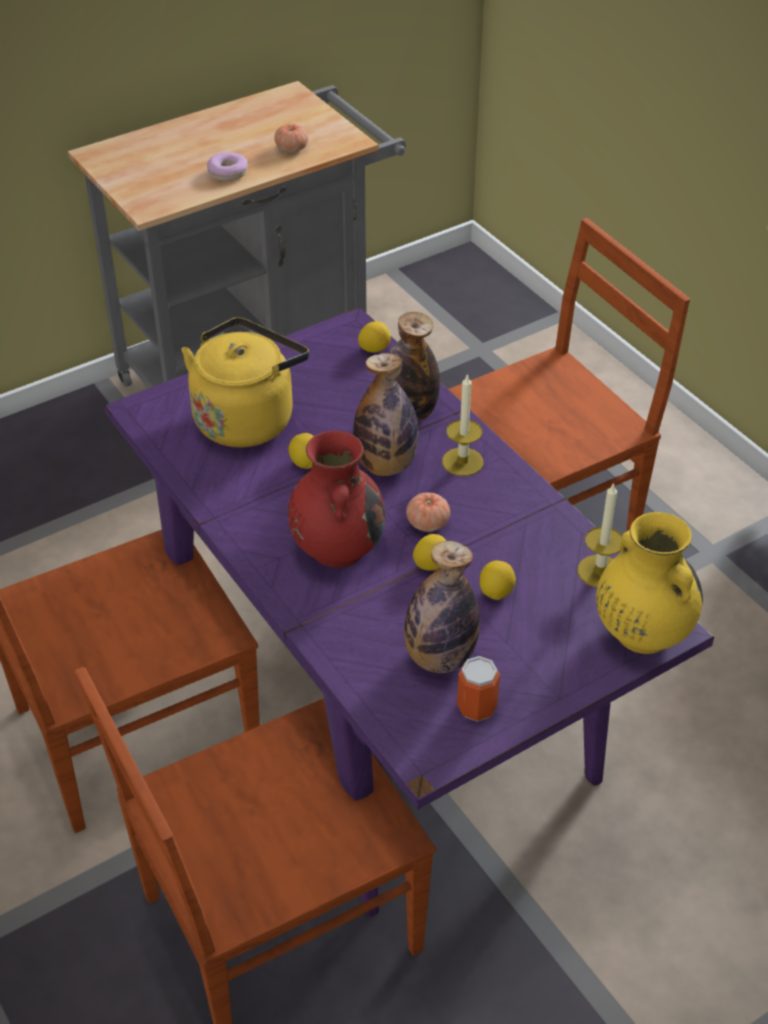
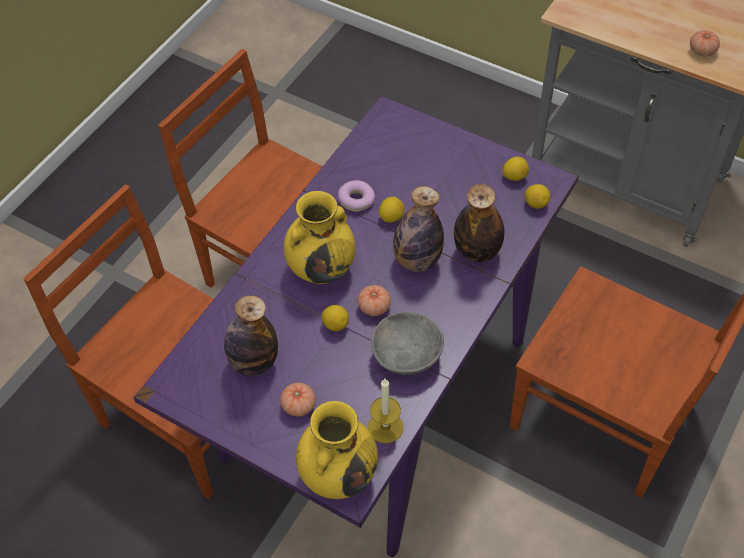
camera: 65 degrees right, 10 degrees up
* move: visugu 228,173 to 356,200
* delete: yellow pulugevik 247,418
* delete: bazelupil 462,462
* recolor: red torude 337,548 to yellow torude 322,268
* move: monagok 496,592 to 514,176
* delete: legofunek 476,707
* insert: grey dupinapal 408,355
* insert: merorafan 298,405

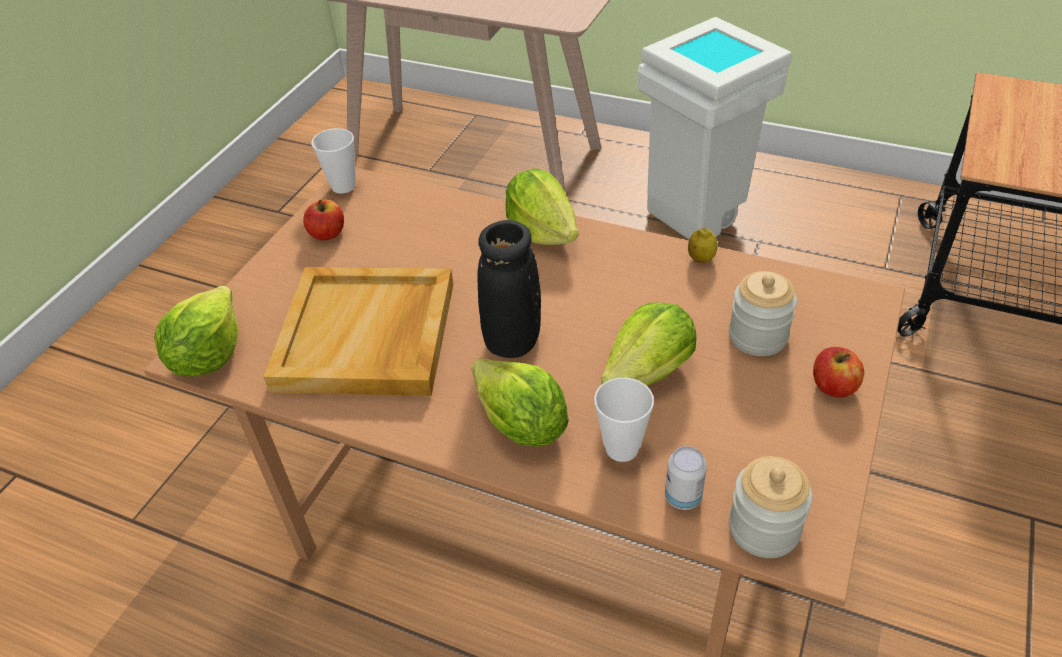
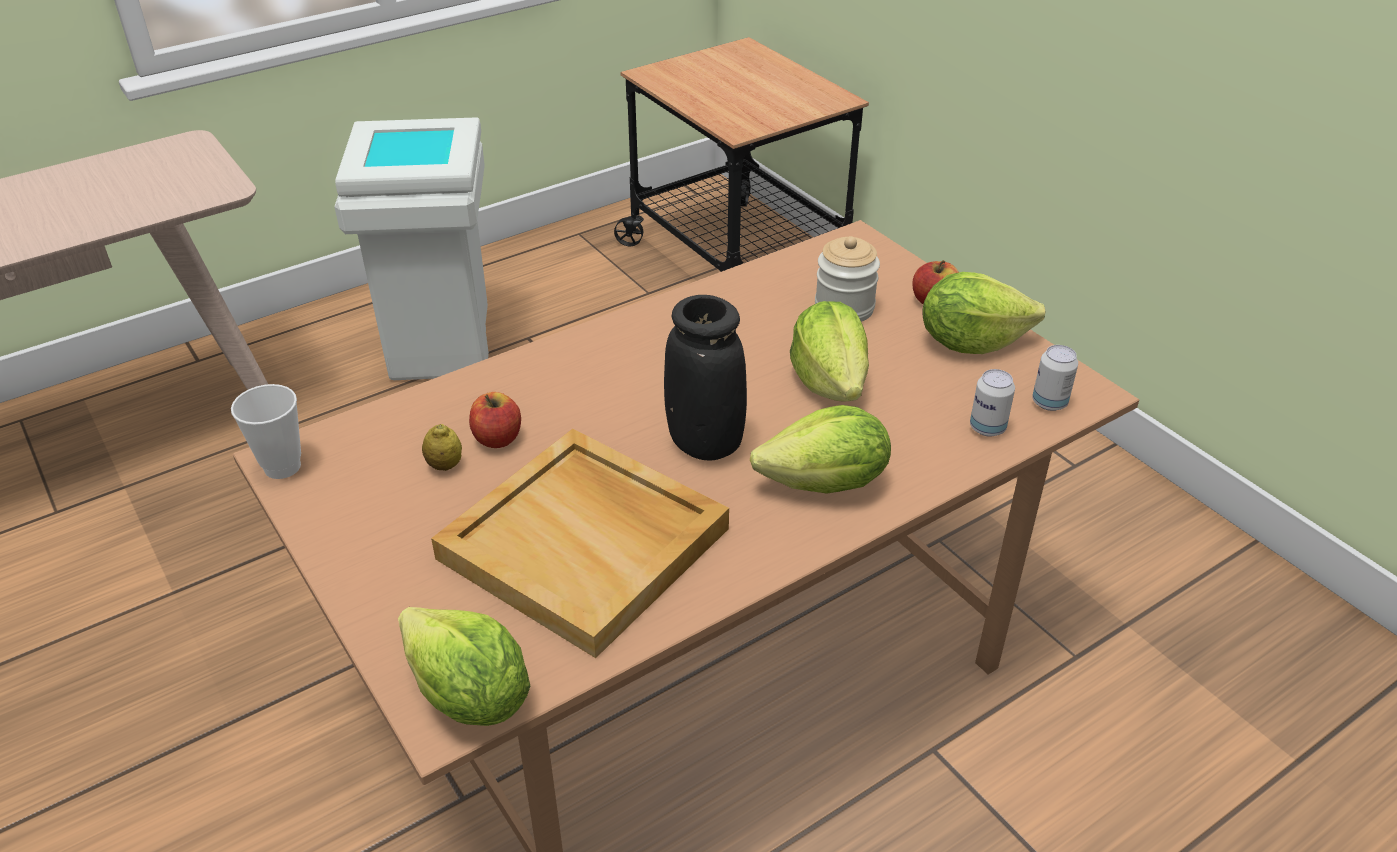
camera: 60 degrees left, 5 degrees down
* move: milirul 542,231 to 970,342
* move: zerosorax 327,234 to 497,438
* move: monagok 701,259 to 444,465
* delete: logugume 622,448
* replace: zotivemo 764,528 to legofunek 1049,403

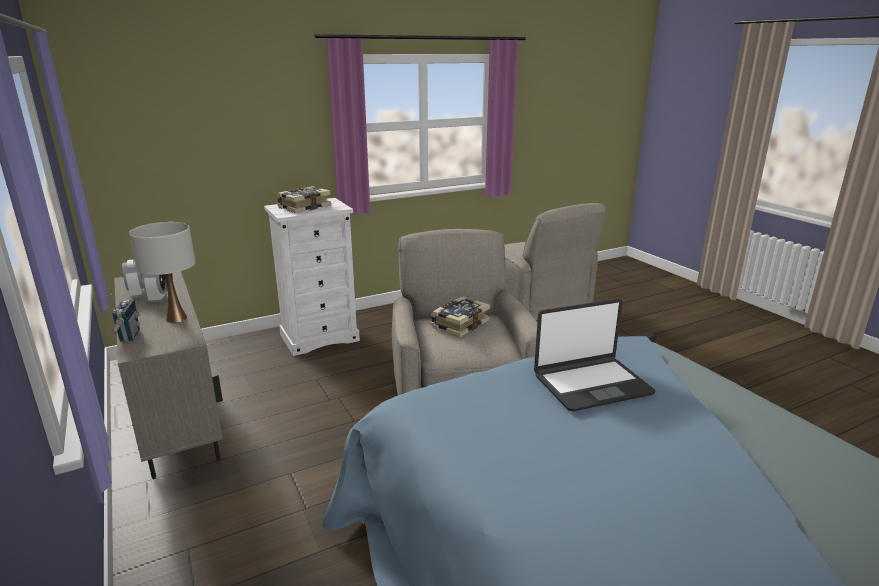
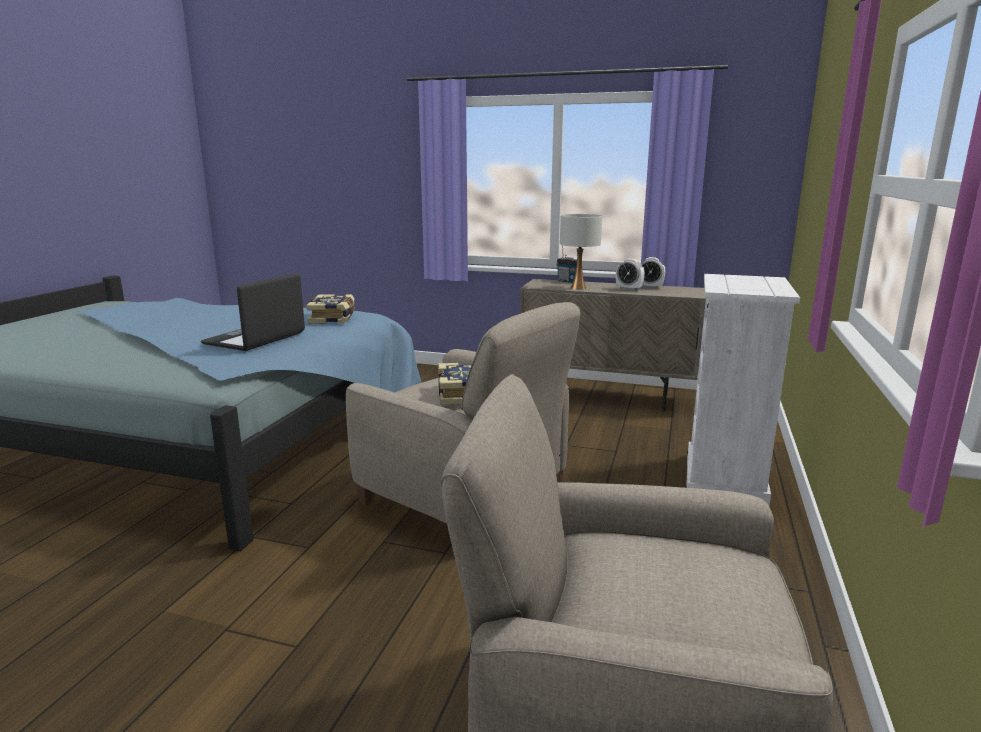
camera: 135 degrees right, 5 degrees down
* move: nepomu 304,207 to 333,318

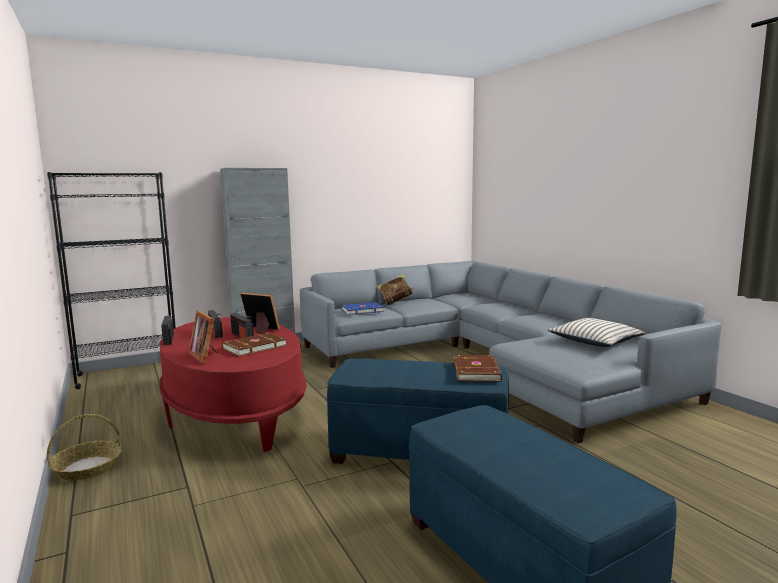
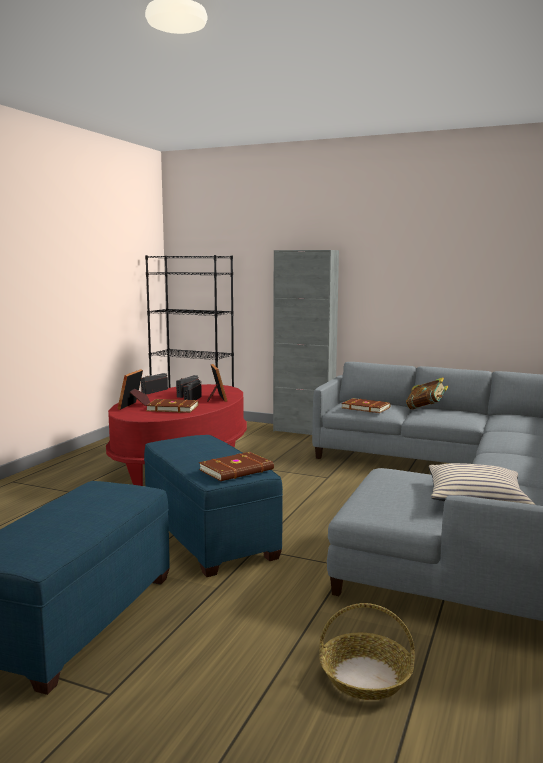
camera: 50 degrees right, 0 degrees up
* recolor: blue nepomu 362,310 to brown nepomu 366,408
* move: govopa 87,468 to 365,677

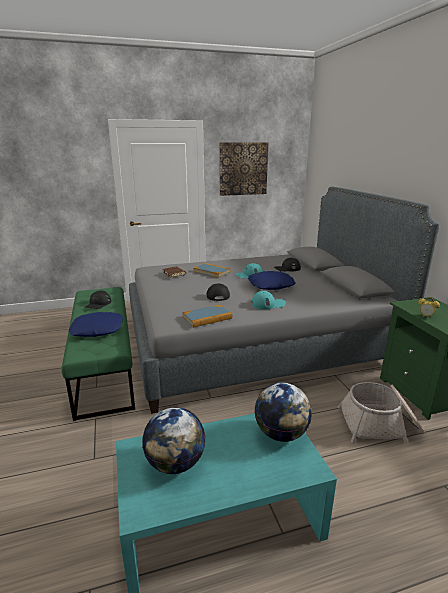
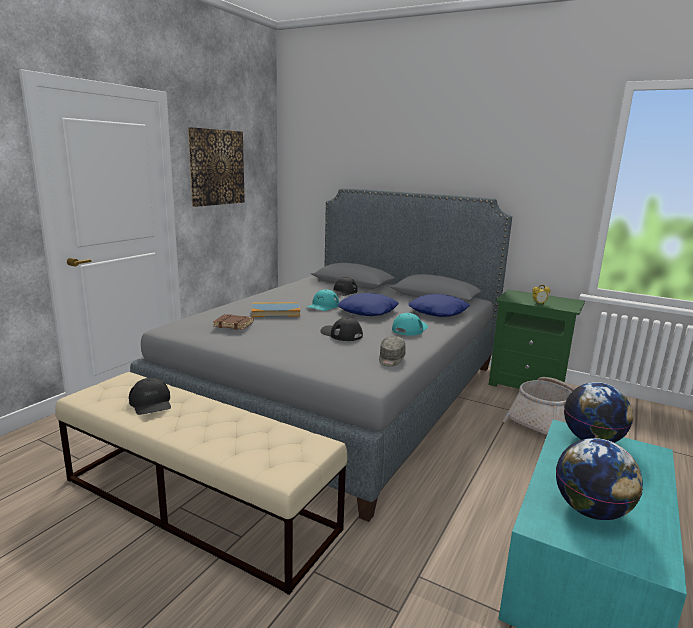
camera: 45 degrees left, 5 degrees down
* recolor: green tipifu 104,364 to beige tipifu 198,504
* replace: nepomu 207,318 to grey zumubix 391,359
* move: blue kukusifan 97,330 to 439,312

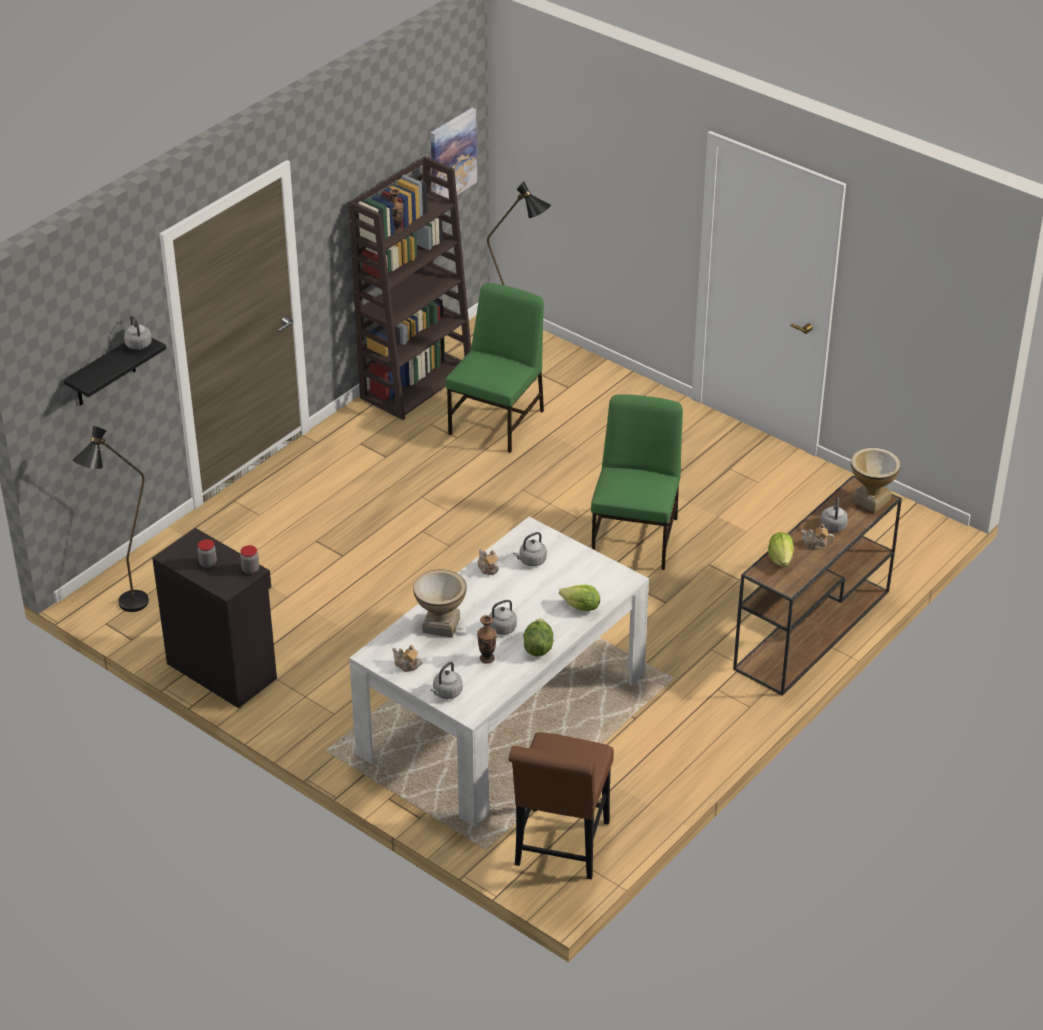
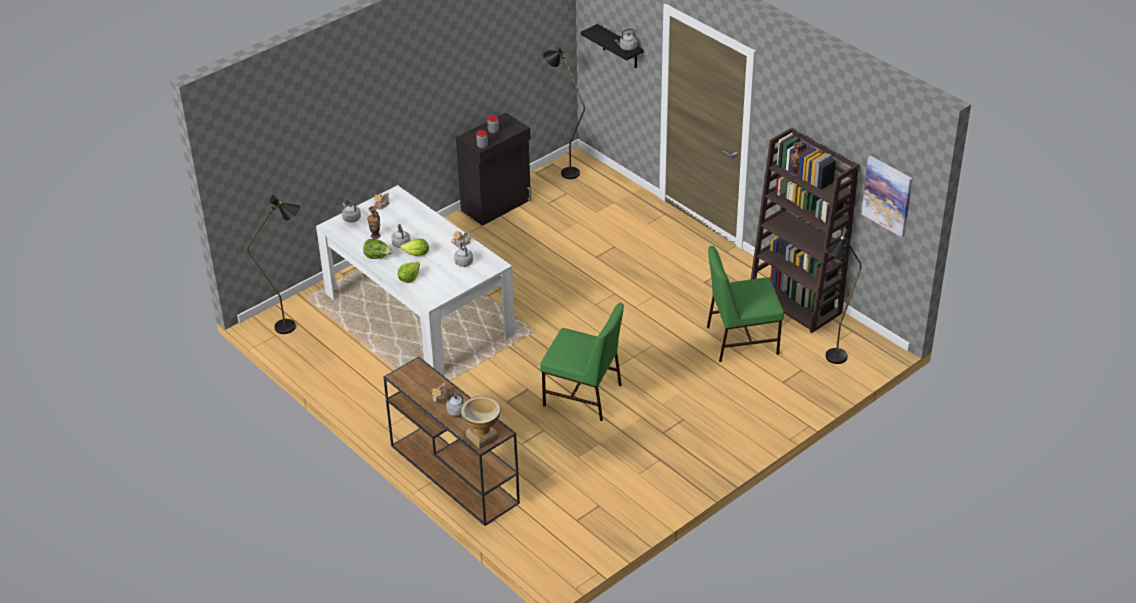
camera: 100 degrees right, 0 degrees up
* rotate: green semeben 498,421 = 740,340 135 degrees clockwise
* move: milirul 781,559 to 417,254
* delete: torude 441,625
* replace: brown semeben 560,849 to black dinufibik 293,326

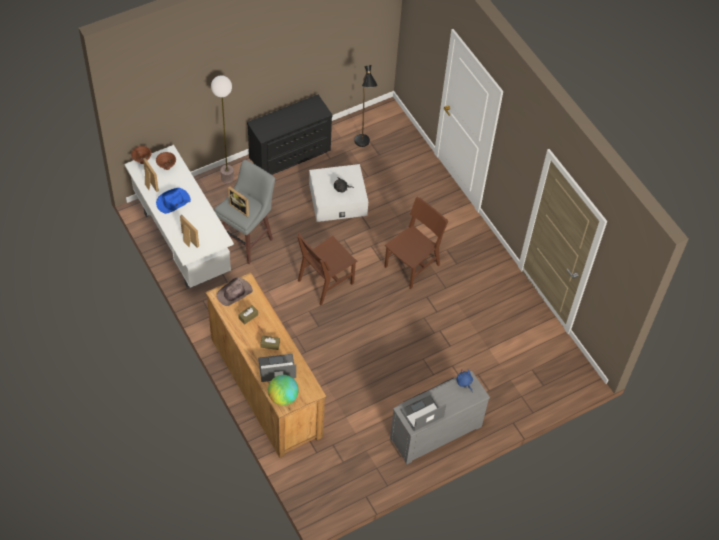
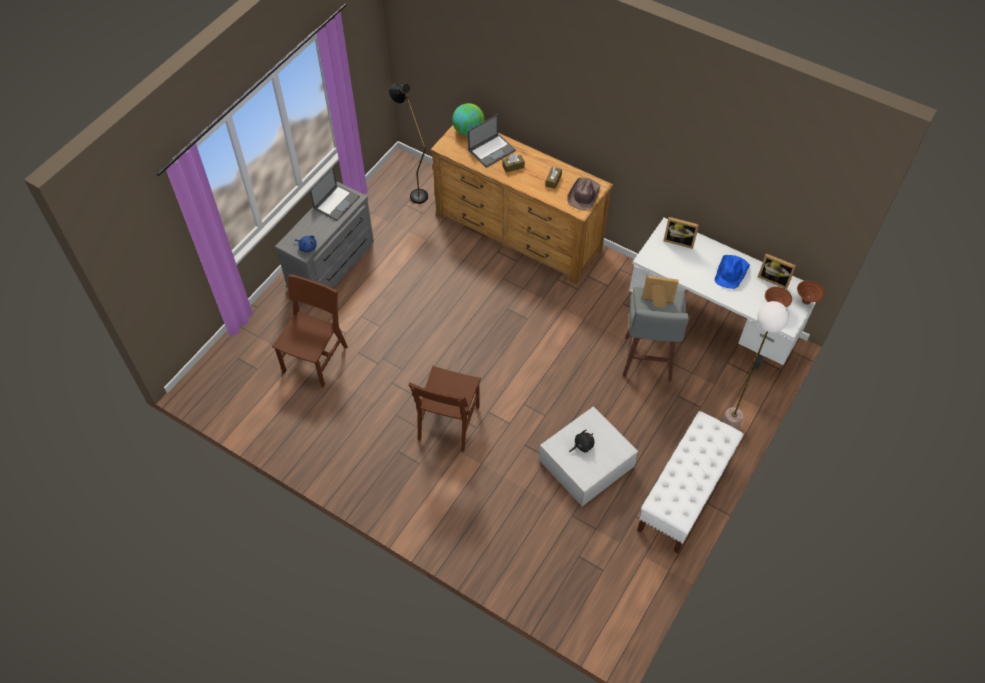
camera: 155 degrees right, 0 degrees up
* move: black dinufibik 363,145 to 414,192
* replace: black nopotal 291,155 to white tipifu 684,494
* move: brown semeben 325,282 to 315,359

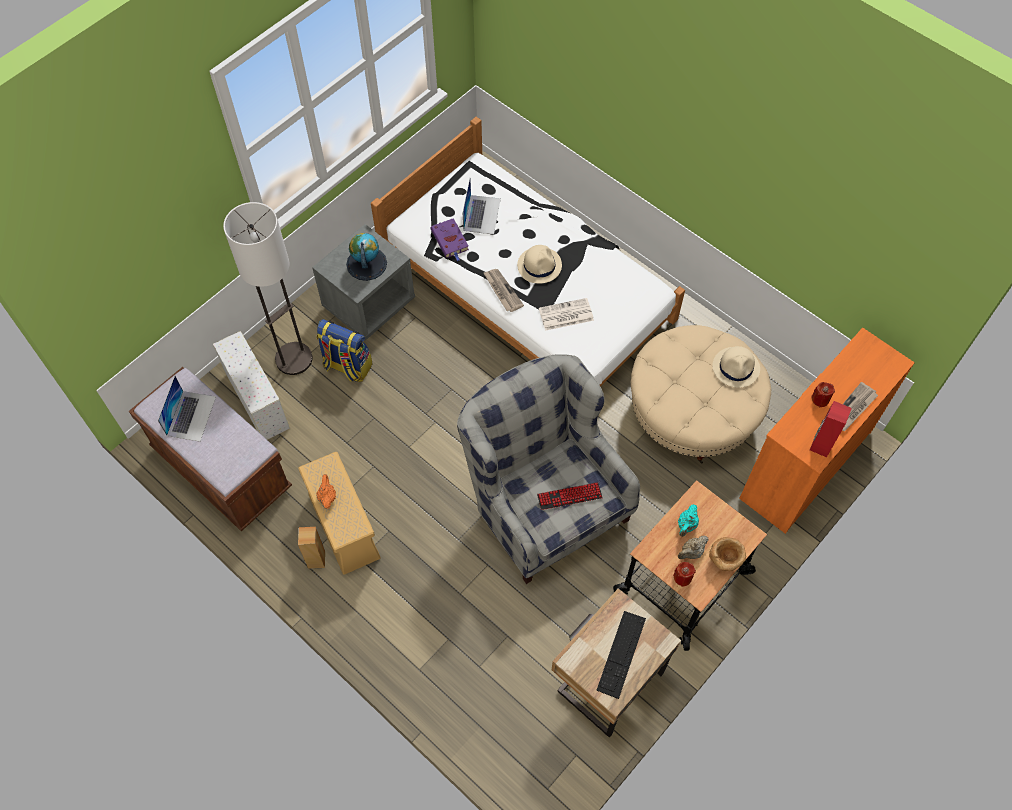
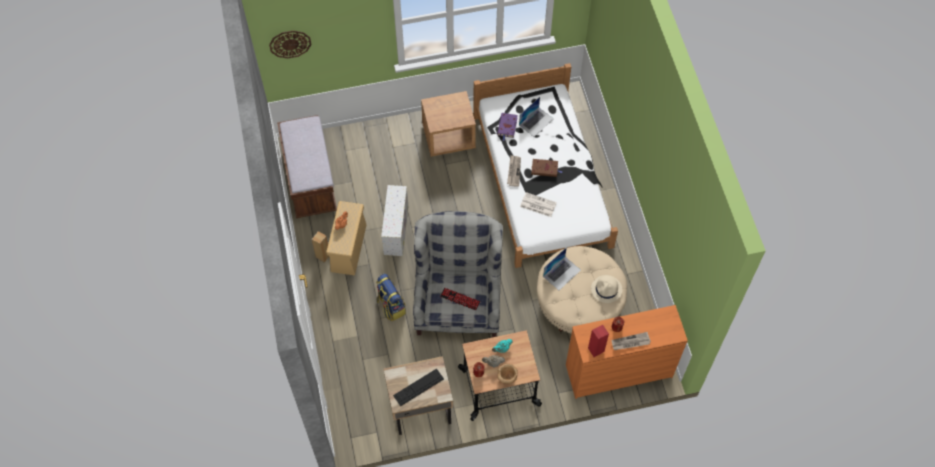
camera: 35 degrees right, 0 degrees up
* delete: dinufibik 294,359
* recolor: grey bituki 369,303 to brown bituki 449,137
* delete: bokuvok 366,263
* replace: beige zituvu 539,265 to brown nepomu 545,169
* move: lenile 347,366 to 390,306
* move: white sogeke 256,399 to 396,229
* move: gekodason 191,416 to 562,273
* insert: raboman 290,43

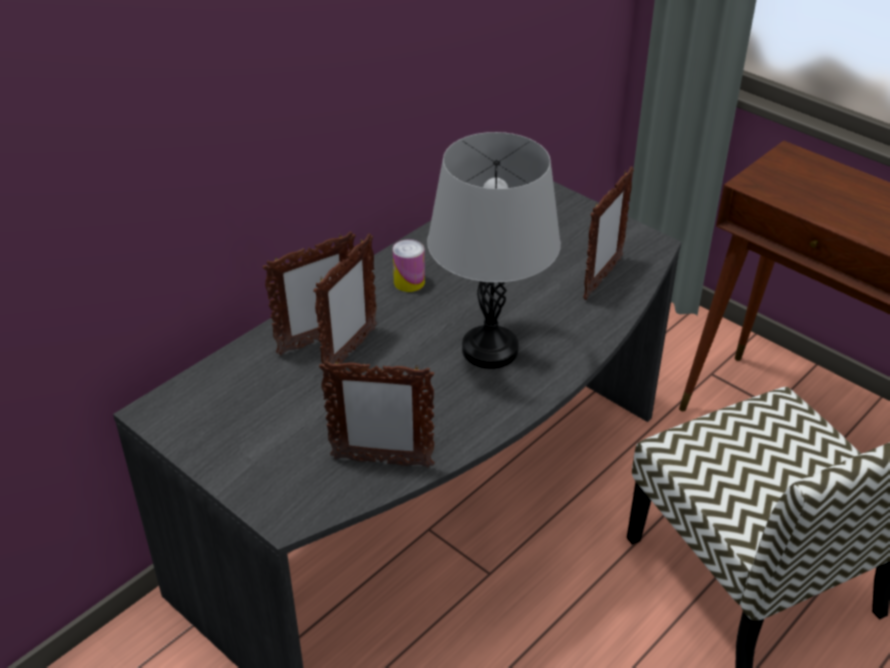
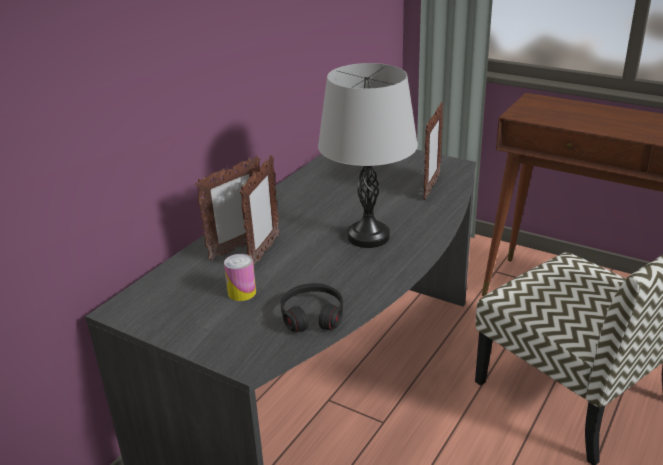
camera: 10 degrees left, 10 degrees down
* move: legofunek 409,282 to 242,292
* replace: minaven 381,462 to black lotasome 312,315

